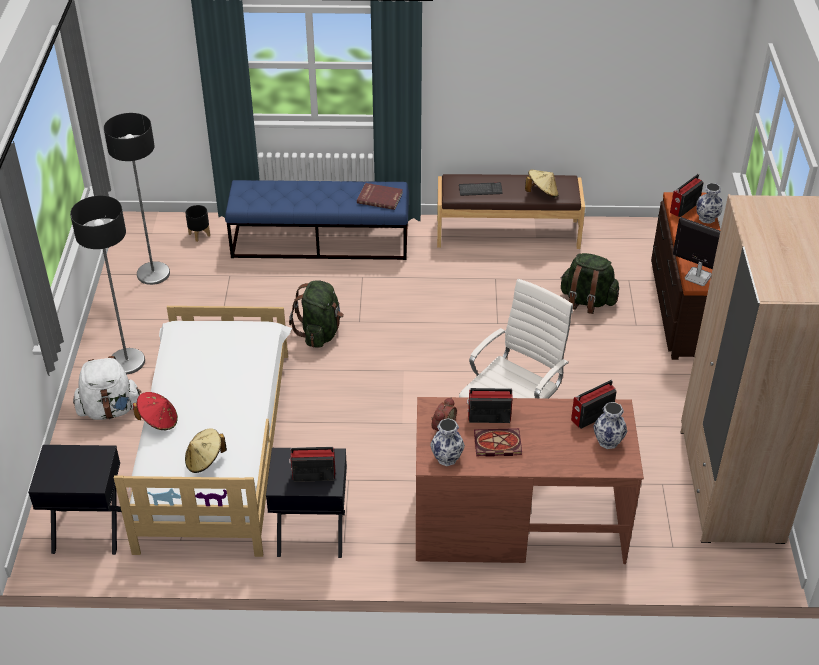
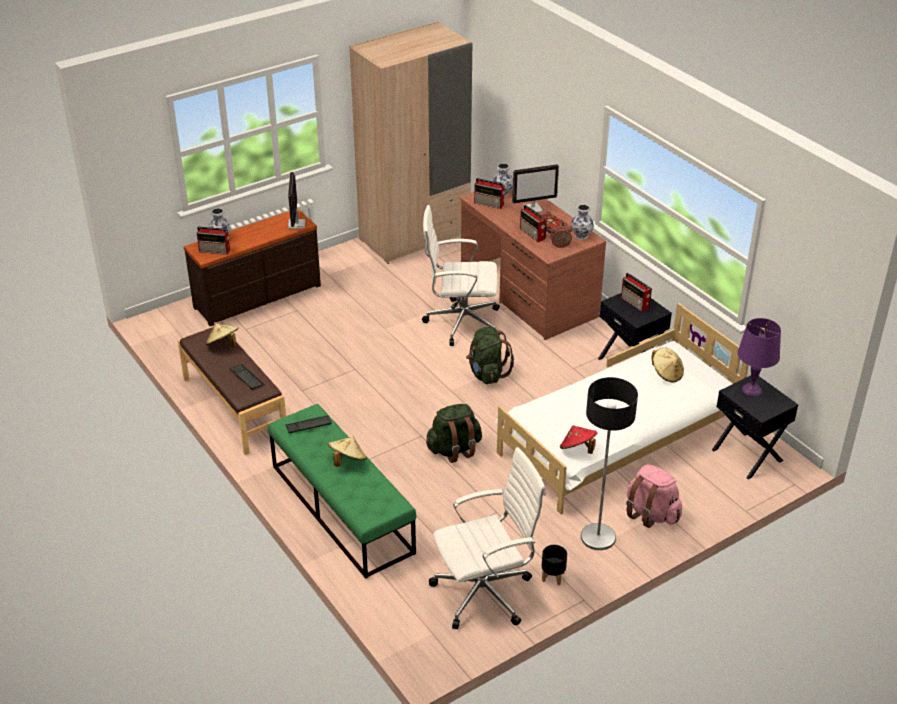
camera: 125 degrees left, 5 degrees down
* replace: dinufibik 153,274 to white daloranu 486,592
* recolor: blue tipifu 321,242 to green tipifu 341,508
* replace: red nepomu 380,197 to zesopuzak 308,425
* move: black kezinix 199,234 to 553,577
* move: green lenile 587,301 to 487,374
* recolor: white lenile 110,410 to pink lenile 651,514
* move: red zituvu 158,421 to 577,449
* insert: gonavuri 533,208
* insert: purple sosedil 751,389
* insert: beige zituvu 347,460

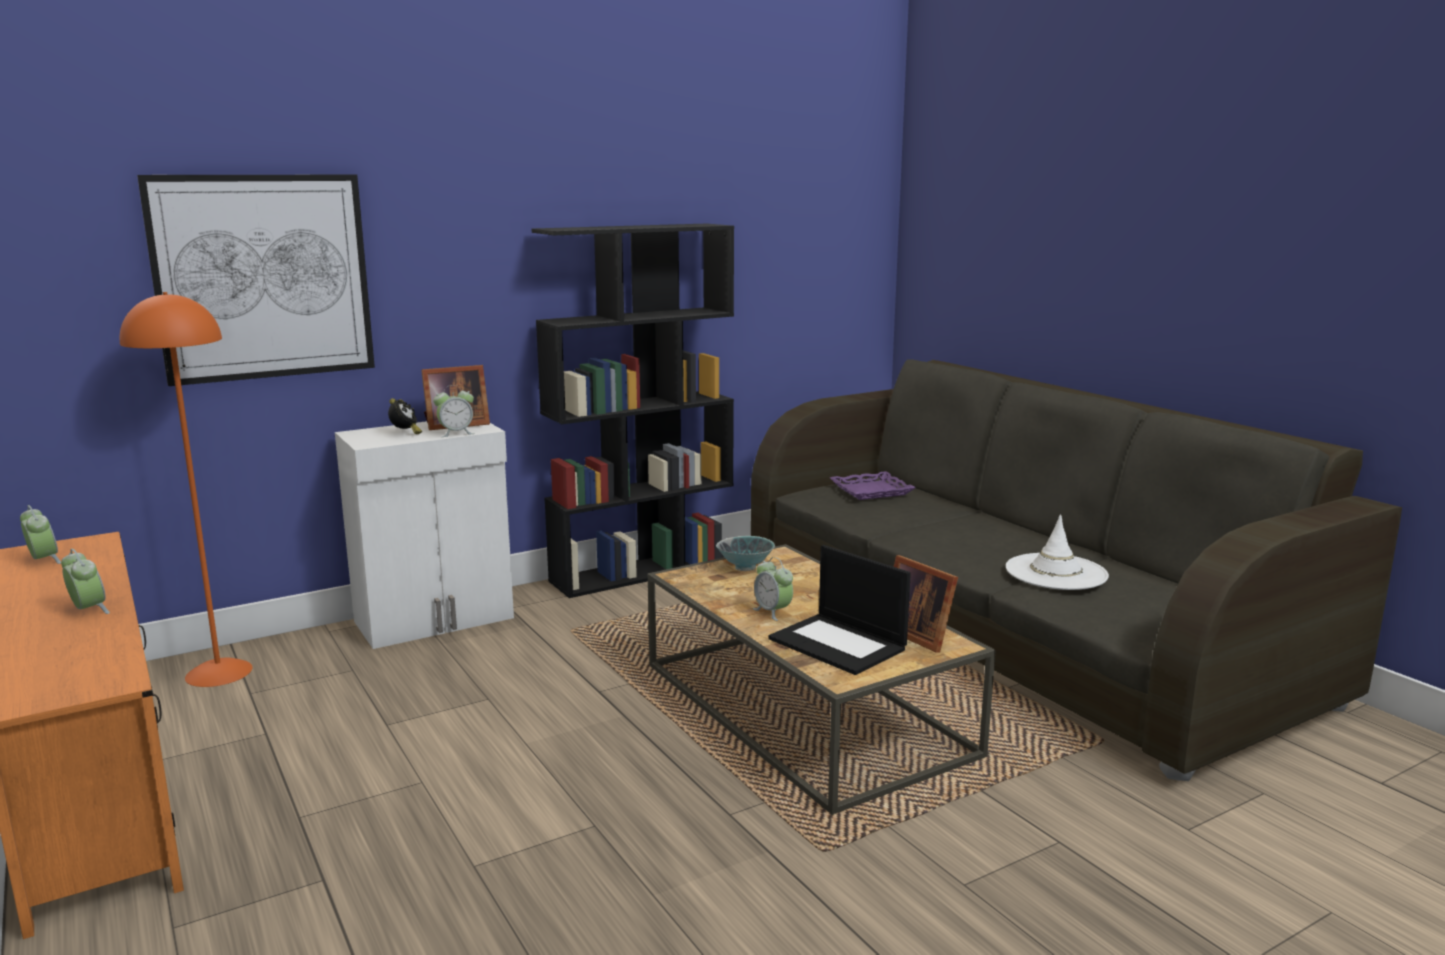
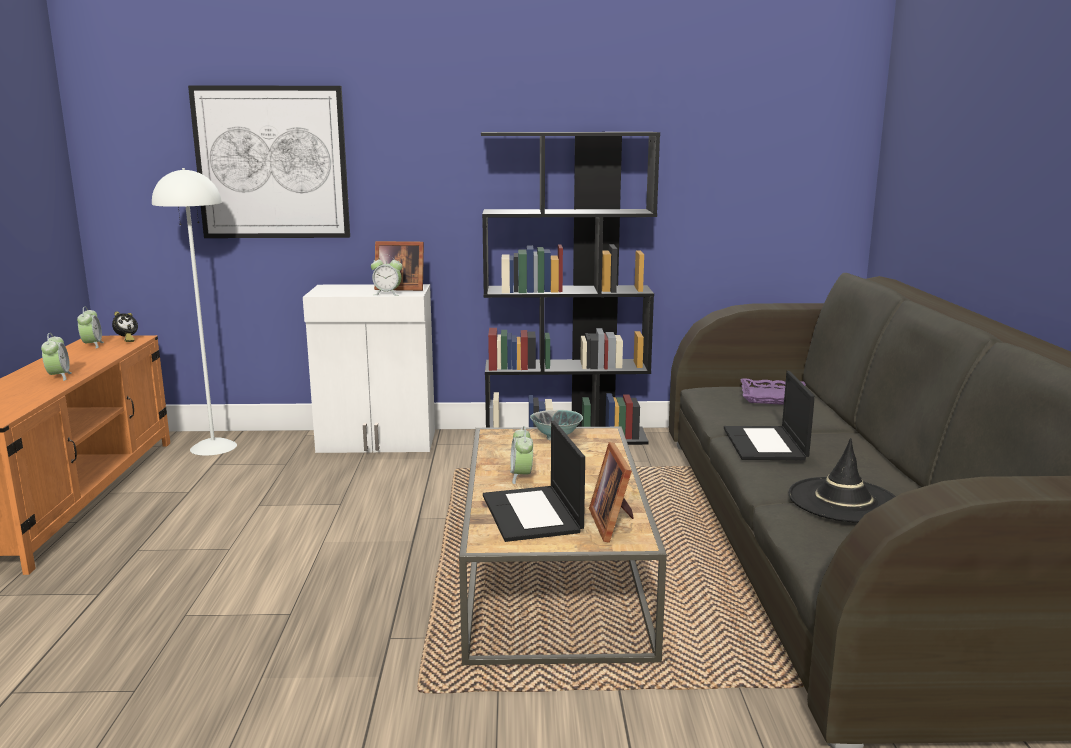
camera: 30 degrees right, 0 degrees up
* recolor: orange dinufibik 219,673 to white dinufibik 213,447
* move: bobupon 405,433 to 126,340
* recolor: white zituvu 1056,572 to black zituvu 843,500
* insert: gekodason 765,444

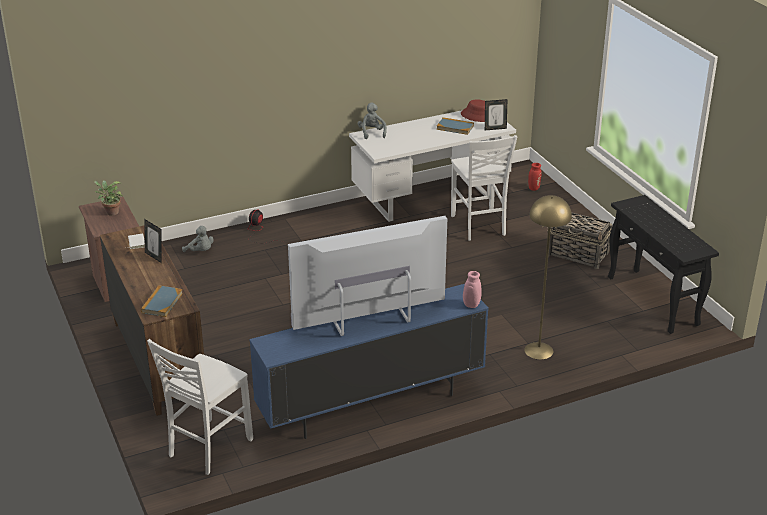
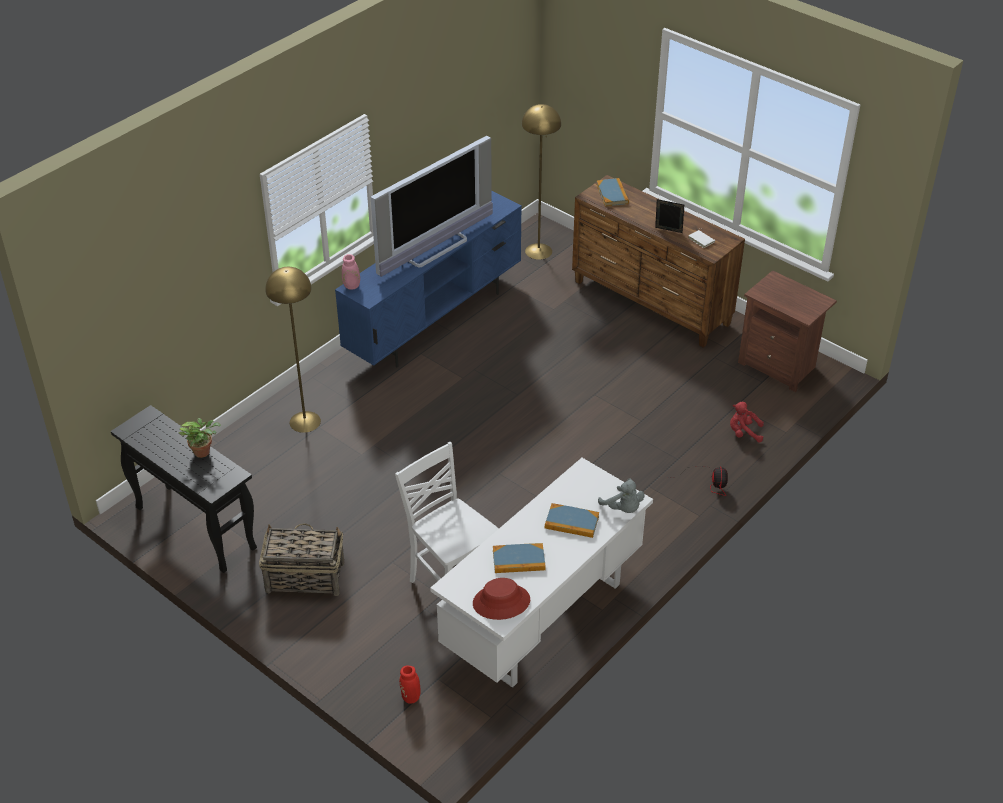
camera: 155 degrees right, 10 degrees up
* delete: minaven 495,128
* move: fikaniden 110,212 to 204,451
* recolor: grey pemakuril 200,251 to red pemakuril 743,433
* replace: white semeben 208,448 to yellow dinufibik 538,251
* insert: nepomu 571,522

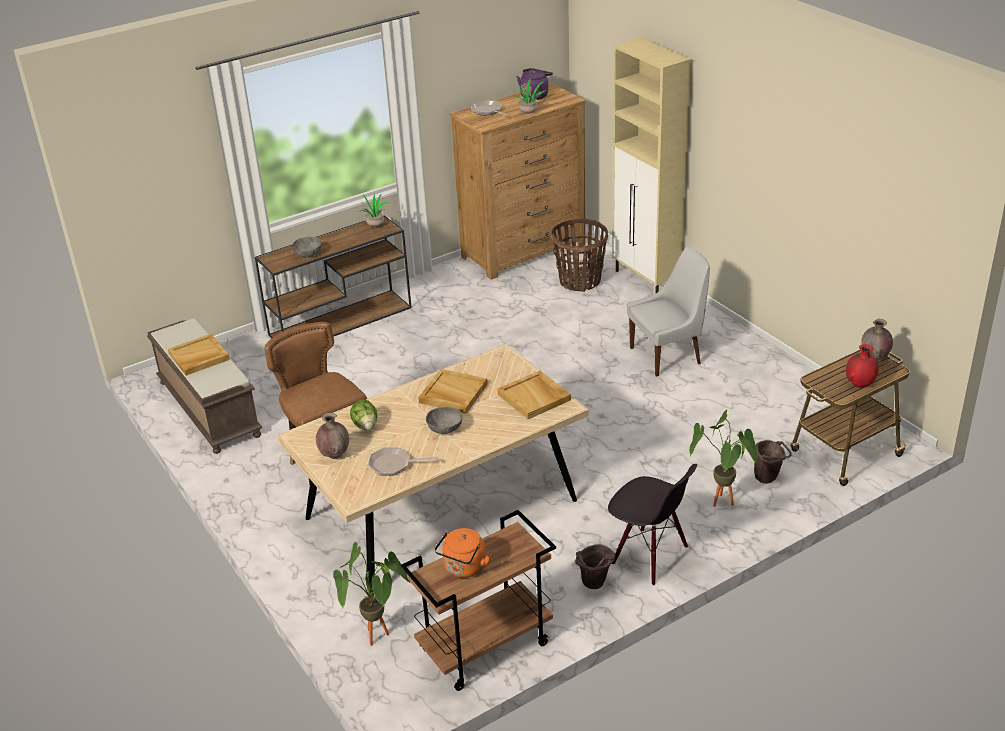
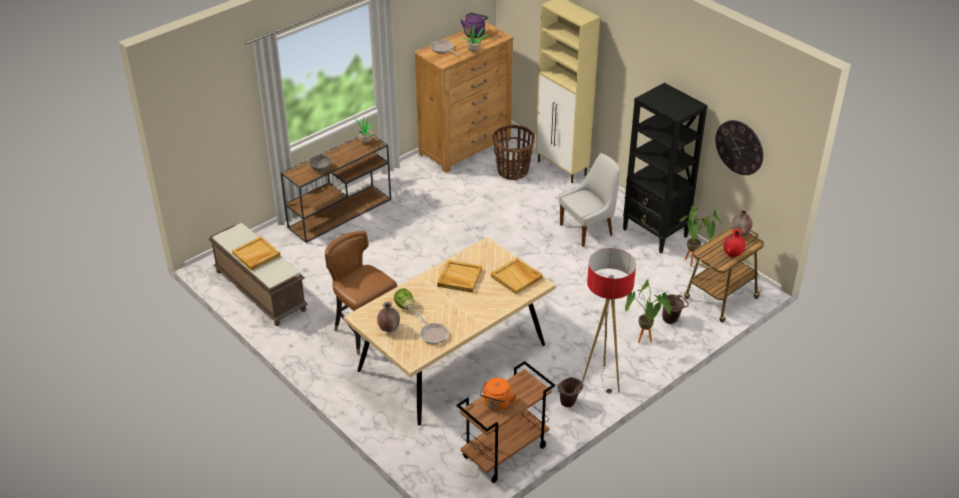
camera: 10 degrees left, 5 degrees up
* delete: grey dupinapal 445,428
* rotate: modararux 394,465 = 432,334 120 degrees counterclockwise
* replace: black semeben 649,556 to dinufibik 601,381
* move: fikaniden 378,640 to 693,264
* insert: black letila 655,233
* insert: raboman 739,147

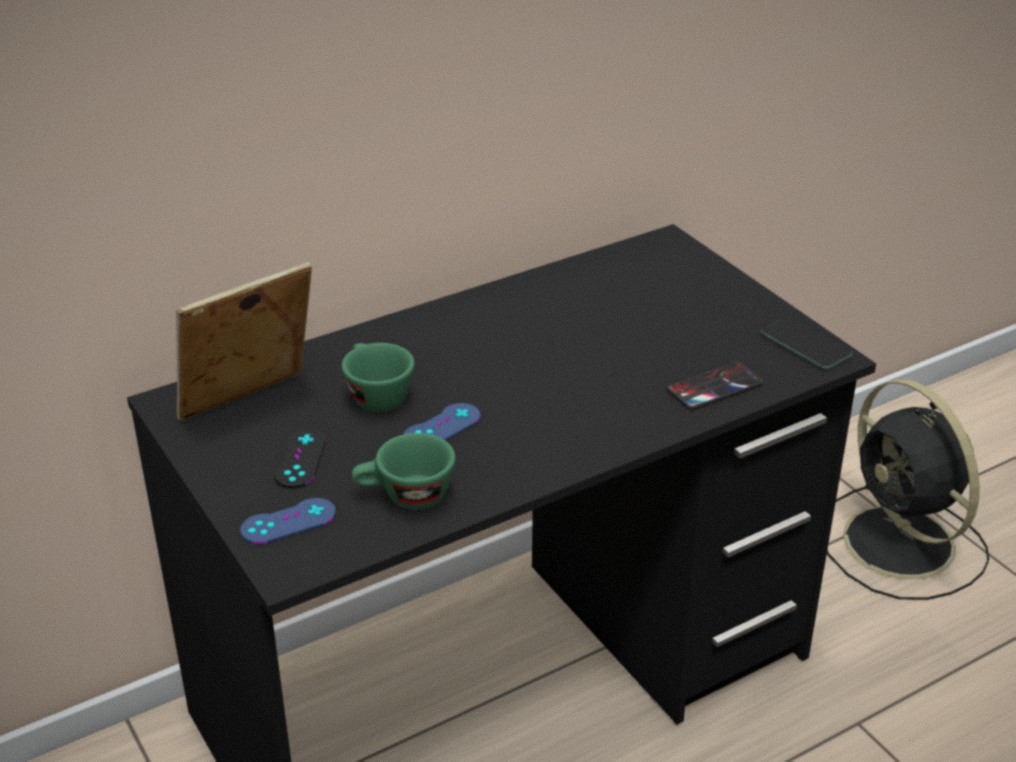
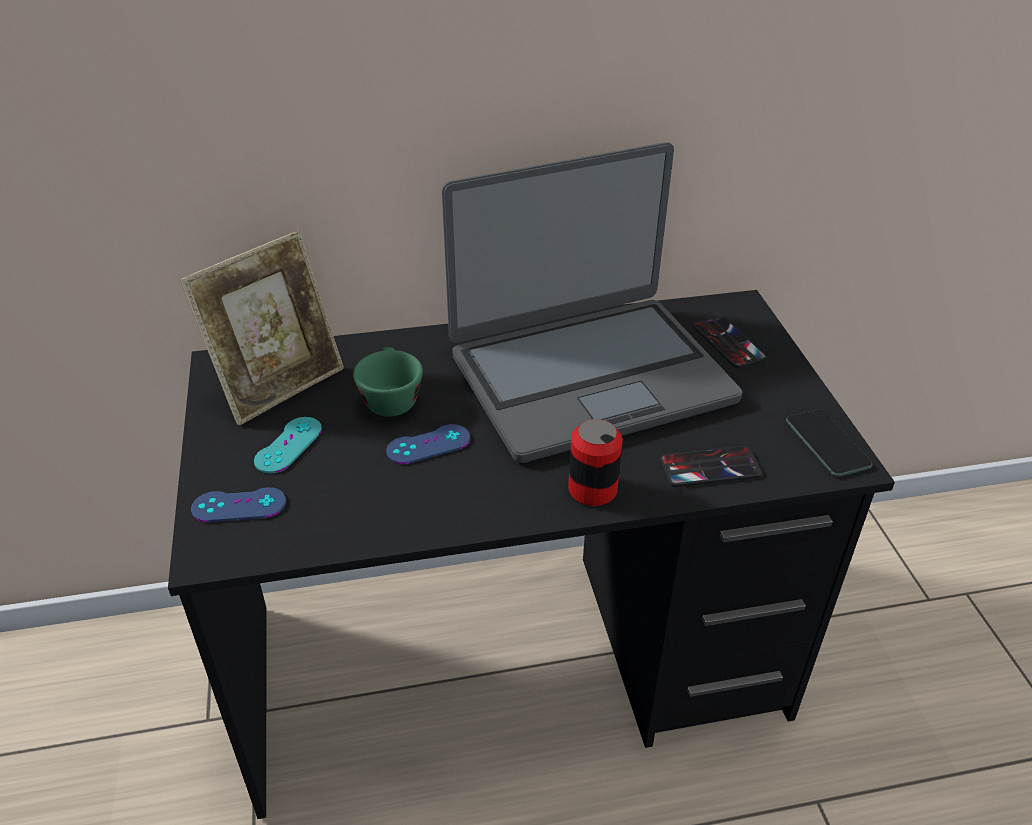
camera: 20 degrees right, 5 degrees up
* rotate: minaven 250,408 = 279,385 150 degrees clockwise
* delete: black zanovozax 902,545
* recolor: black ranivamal 300,459 to turquoise ranivamal 288,445
* delete: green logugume 405,497
* insert: gekodason 589,376
* insert: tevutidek 728,342
* insert: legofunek 592,489

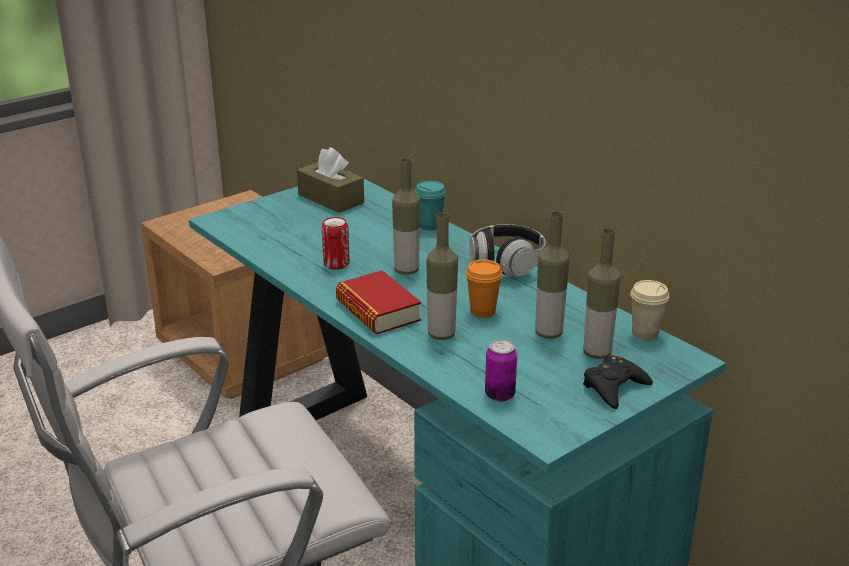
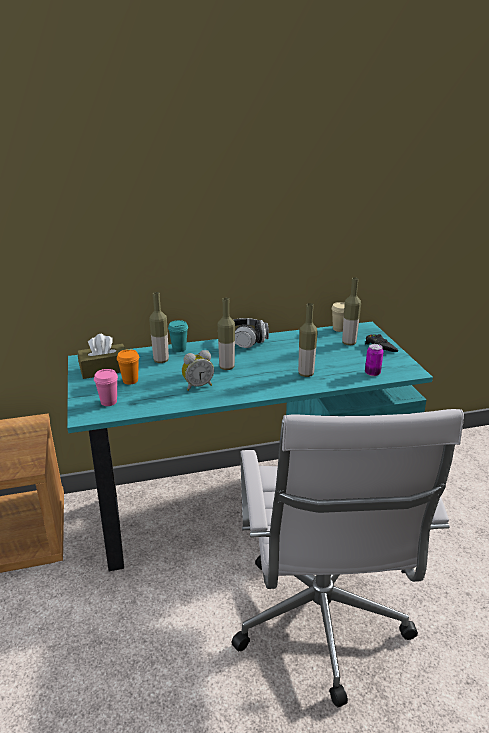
camera: 65 degrees left, 0 degrees up
* move: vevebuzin 548,333 to 161,360
* replace: legofunek 336,264 to bobupon 198,386
* move: orange logugume 482,311 to 130,380
* delete: nepomu 378,310
* insert: pink logugume 109,402

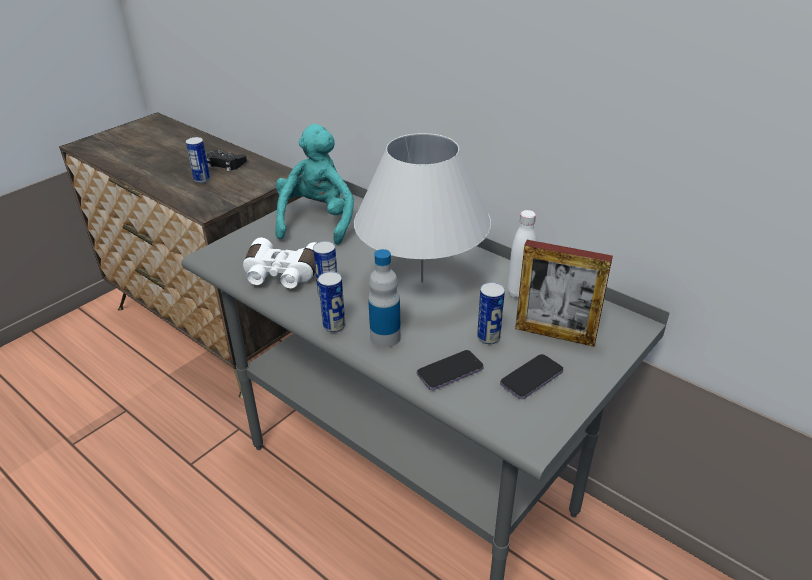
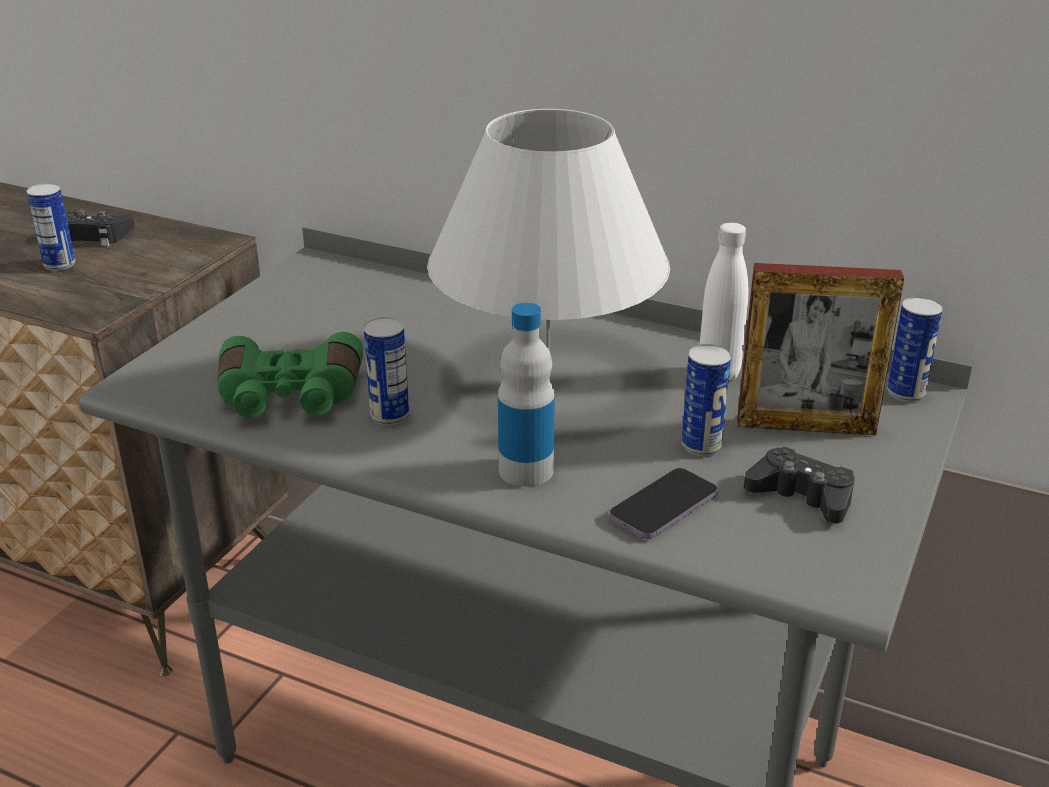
camera: 15 degrees left, 5 degrees down
* delete: turquoise pemakuril 317,221
* recolor: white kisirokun 282,275 to green kisirokun 289,398
* move: legofunek 334,326 to 905,393
* replace: tevutidek 531,378 to black ranivamal 802,496

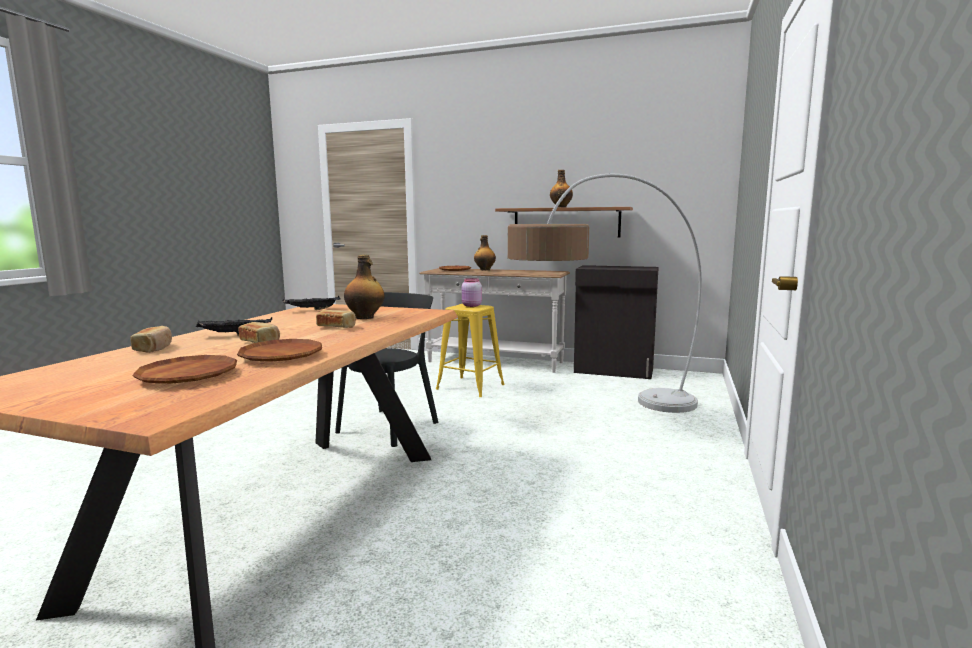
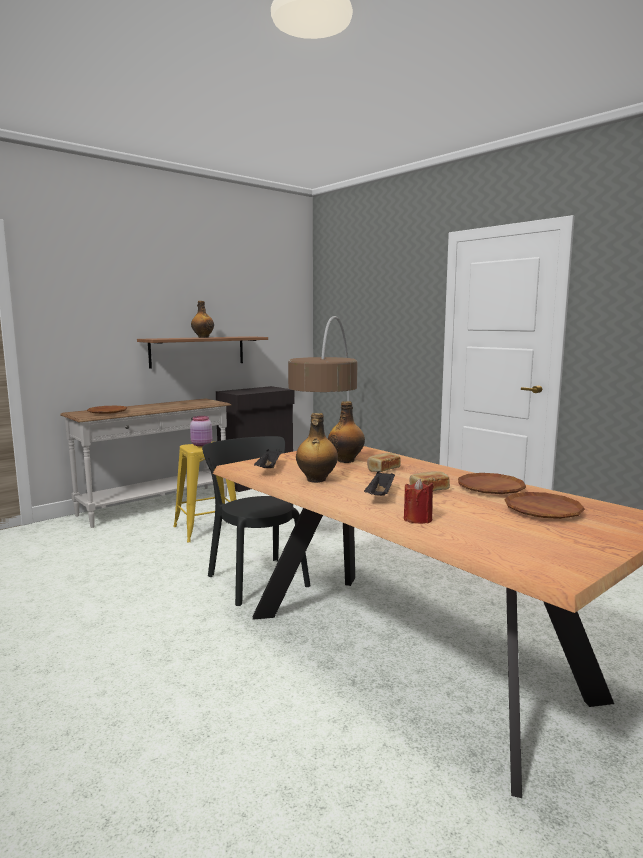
camera: 60 degrees left, 0 degrees up
* move: vevebuzin 484,270 to 316,480
* replace: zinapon 154,348 to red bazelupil 417,519

